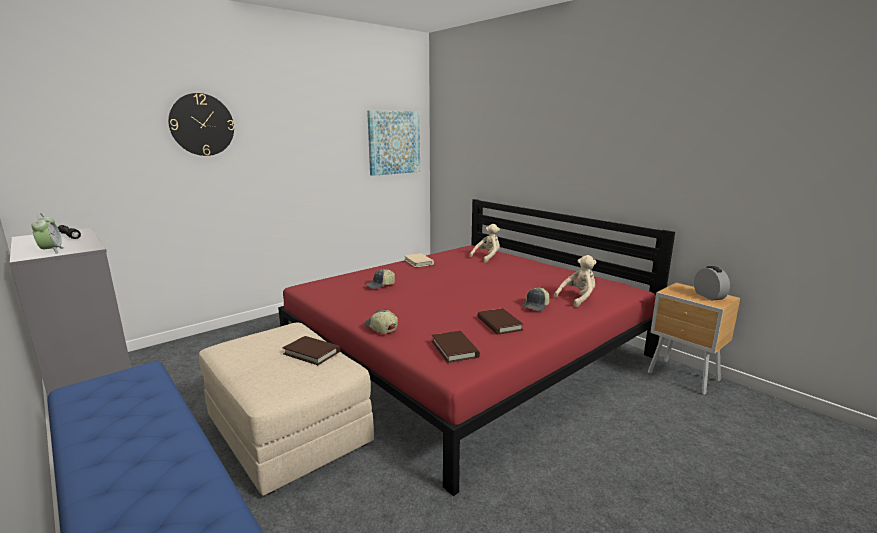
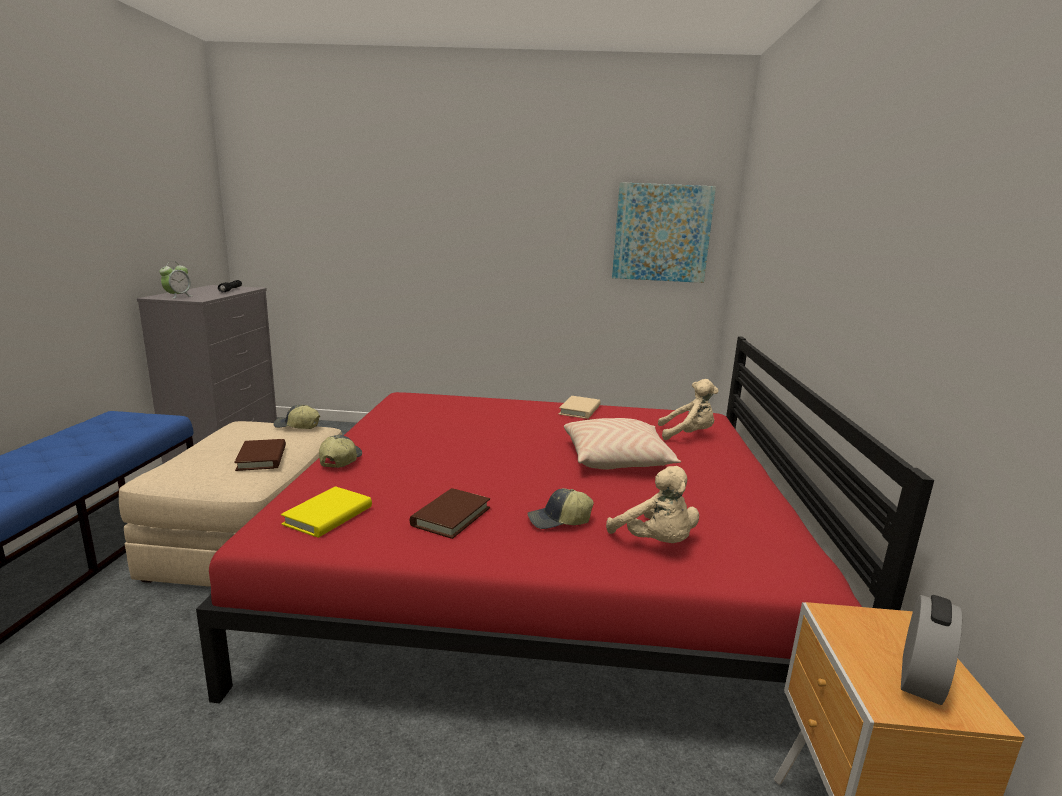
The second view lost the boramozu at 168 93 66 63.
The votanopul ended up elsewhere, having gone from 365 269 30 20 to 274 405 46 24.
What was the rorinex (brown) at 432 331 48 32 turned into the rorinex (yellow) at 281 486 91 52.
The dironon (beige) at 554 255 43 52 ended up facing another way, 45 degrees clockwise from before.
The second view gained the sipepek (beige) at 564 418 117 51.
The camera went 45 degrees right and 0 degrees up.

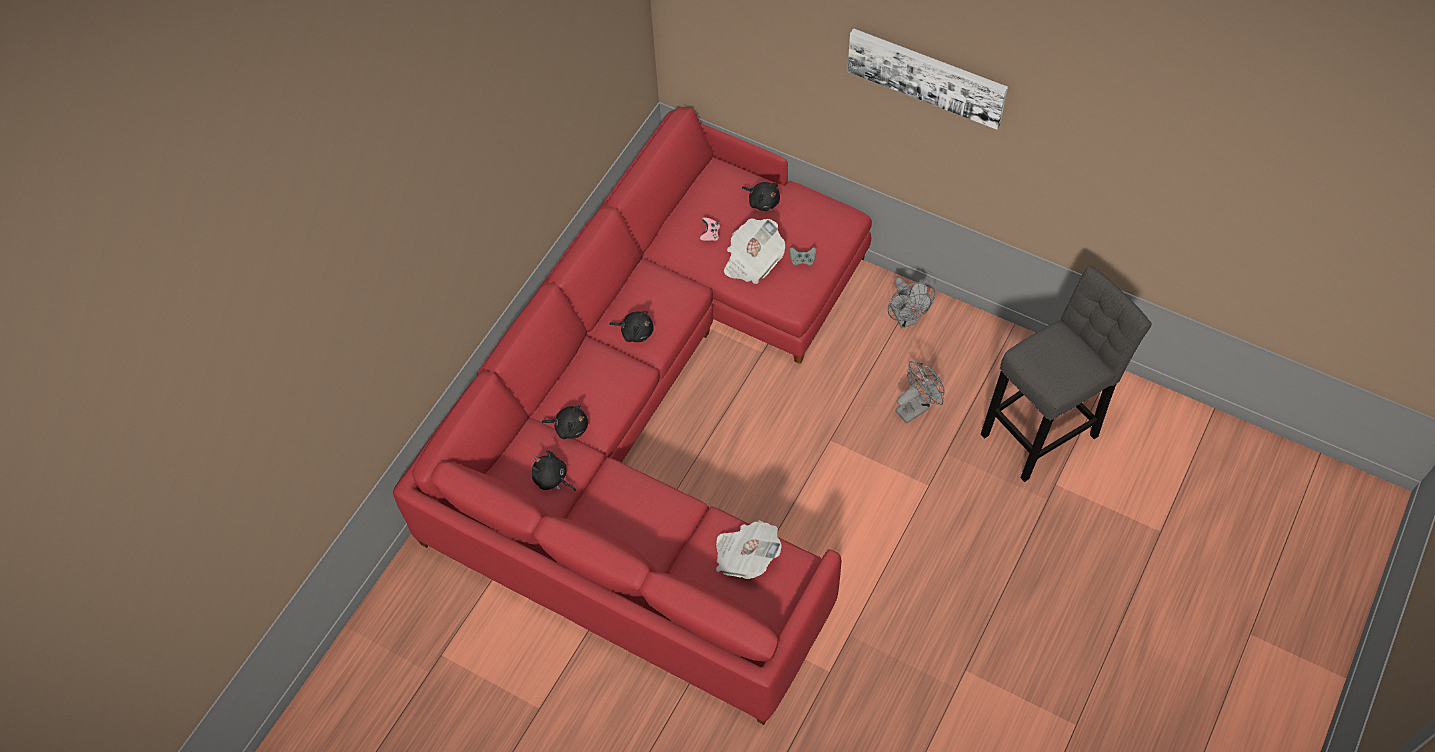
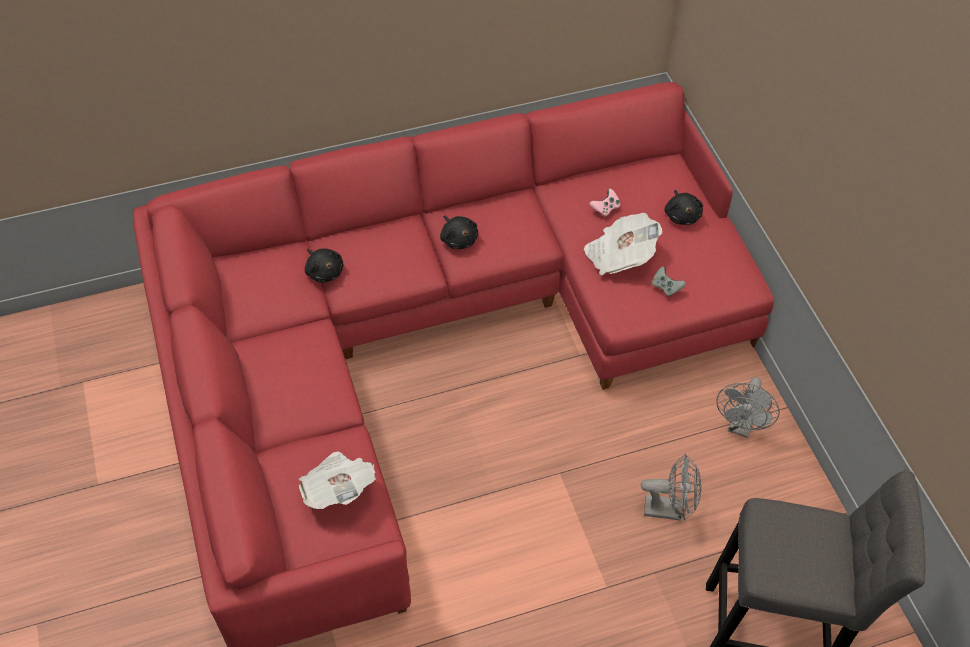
The second view lost the dironon (black) at 532 450 44 41.
The second view lost the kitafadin at 847 28 161 102.
The camera went 40 degrees right and 5 degrees down.

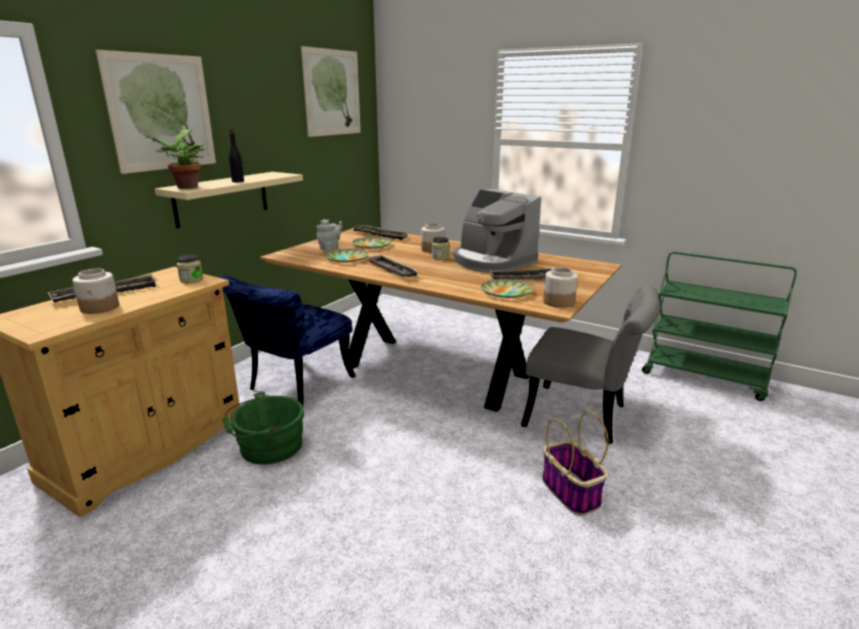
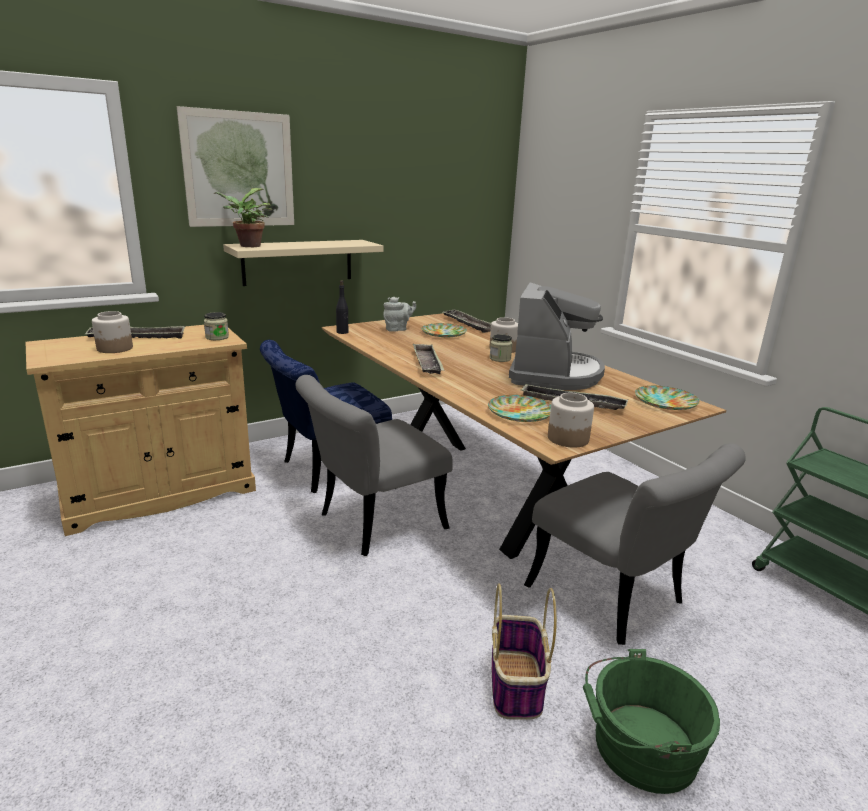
The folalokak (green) ended up elsewhere, having gone from 223 391 81 73 to 583 649 137 145.
The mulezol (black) ended up elsewhere, having gone from 229 128 15 55 to 336 280 12 54.
The second view lost the kitafadin at 301 46 60 91.
The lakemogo ended up elsewhere, having gone from 325 249 44 13 to 635 386 65 24.
The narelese at 453 189 88 84 ended up facing another way, 150 degrees counterclockwise from before.
The second view gained the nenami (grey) at 295 375 158 181.
The camera went 25 degrees right and 0 degrees up.

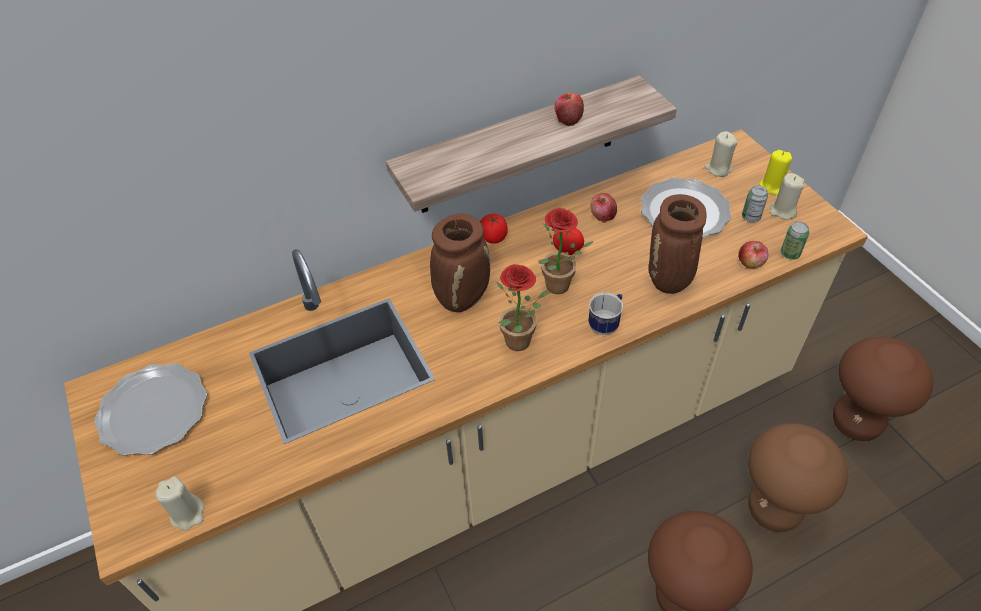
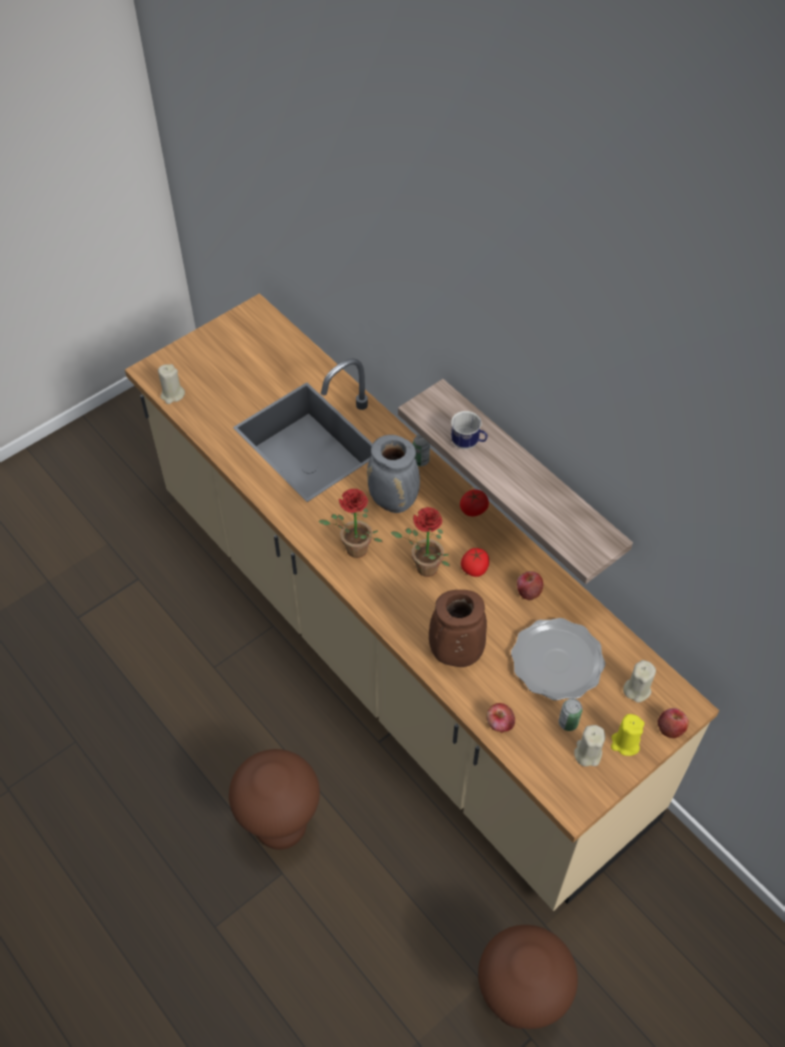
The second view lost the lakemogo at 94 364 113 92.
What was the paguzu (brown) at 430 213 60 99 turned into the paguzu (grey) at 367 435 53 78.
The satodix ended up elsewhere, having gone from 554 93 30 33 to 658 708 31 30.
The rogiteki ended up elsewhere, having gone from 588 292 35 43 to 451 411 37 38.
The second view lost the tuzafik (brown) at 748 423 100 109.
The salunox ended up elsewhere, having gone from 781 222 28 38 to 413 435 17 31.
The camera went 75 degrees right and 5 degrees up.

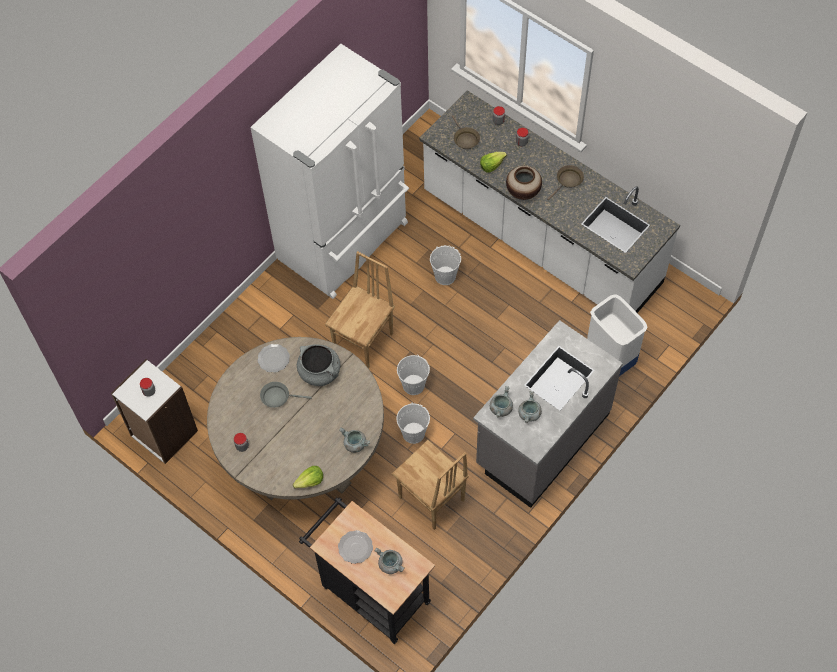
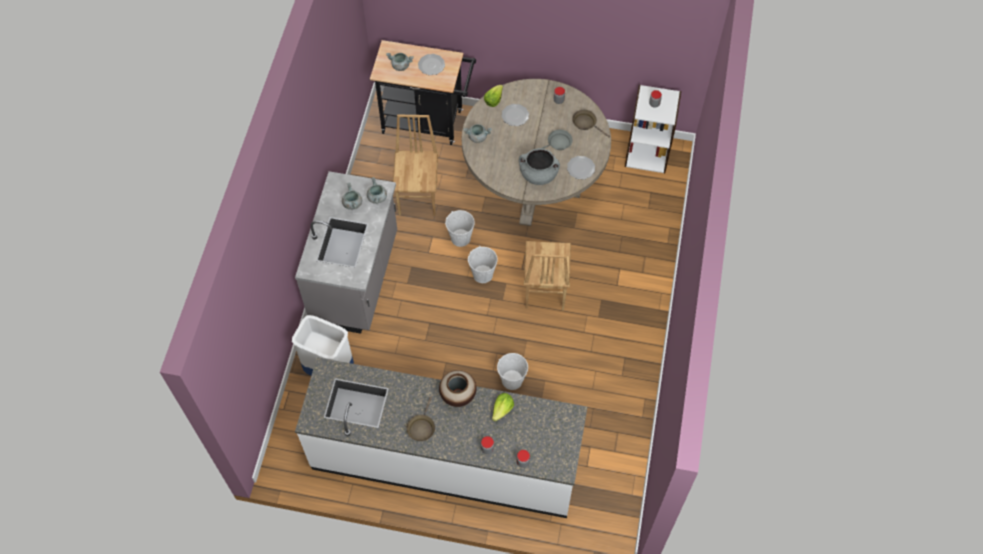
The second view lost the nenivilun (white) at 250 44 159 255.
The nenami (brown) at 392 440 77 90 ended up facing another way, 75 degrees clockwise from before.
The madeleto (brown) ended up elsewhere, having gone from 452 115 28 34 to 572 110 38 28.
The second view gained the lakemogo at 502 104 27 22.
The camera went 150 degrees right and 0 degrees up.

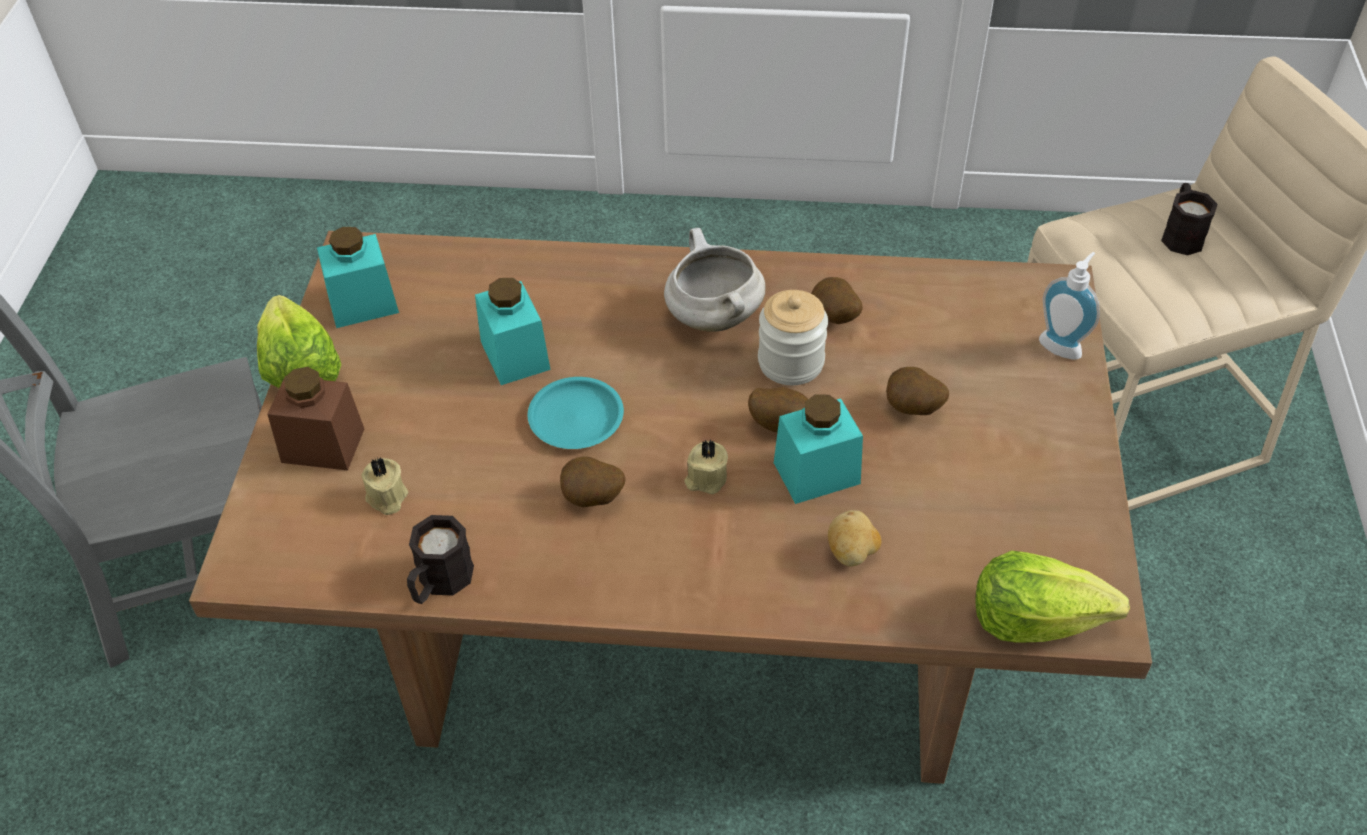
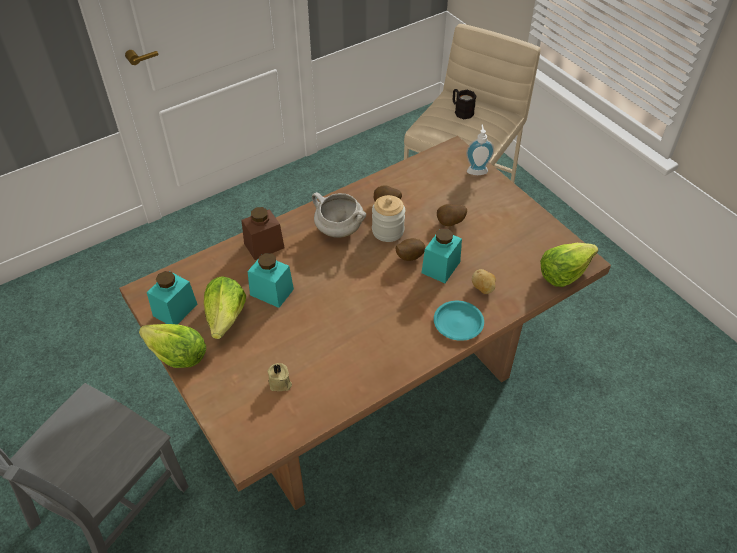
The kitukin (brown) ended up elsewhere, having gone from 267 367 97 103 to 241 207 43 53.
The second view lost the rogiteki (black) at 407 515 67 89.
The lakemogo (turquoise) ended up elsewhere, having gone from 527 377 97 72 to 434 301 50 40.
The second view lost the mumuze at 560 456 65 51.
The second view lost the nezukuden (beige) at 684 440 44 54.
The second view gained the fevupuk at 204 276 42 63.
The camera went 40 degrees left and 0 degrees up.

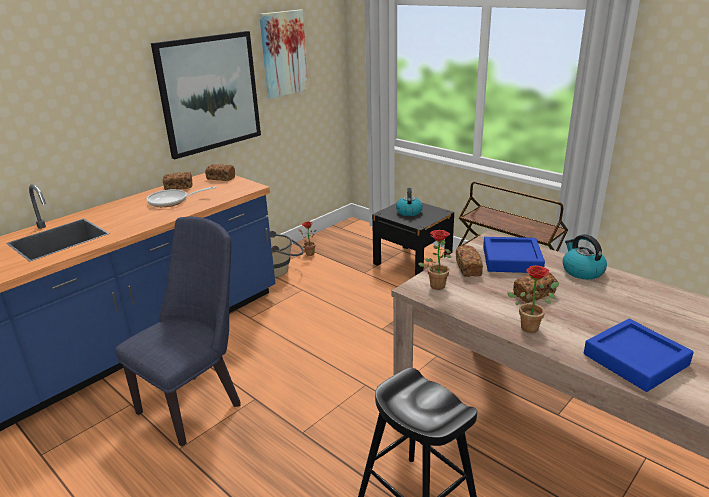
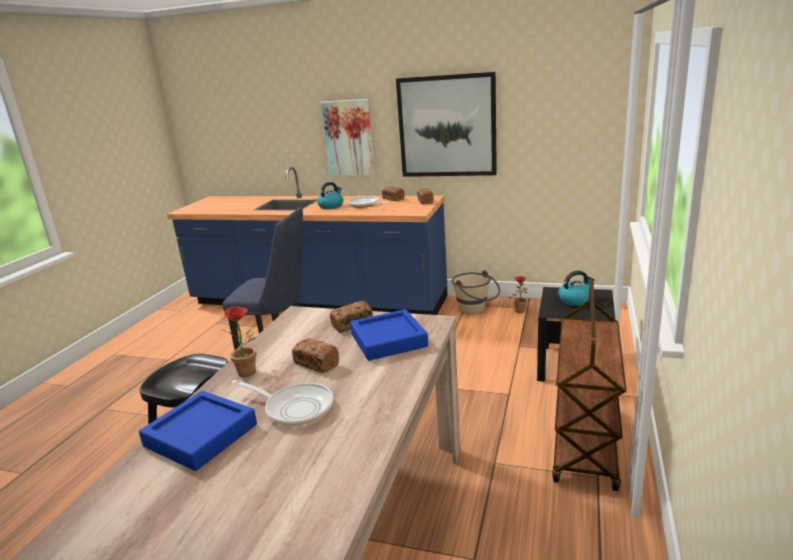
The kitafadin ended up elsewhere, having gone from 259 10 49 89 to 321 99 54 77.
The second view lost the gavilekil at 418 230 33 60.
The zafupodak ended up elsewhere, having gone from 563 234 44 45 to 317 182 26 27.
The second view gained the madeleto at 231 380 102 46.
The camera went 65 degrees right and 5 degrees down.

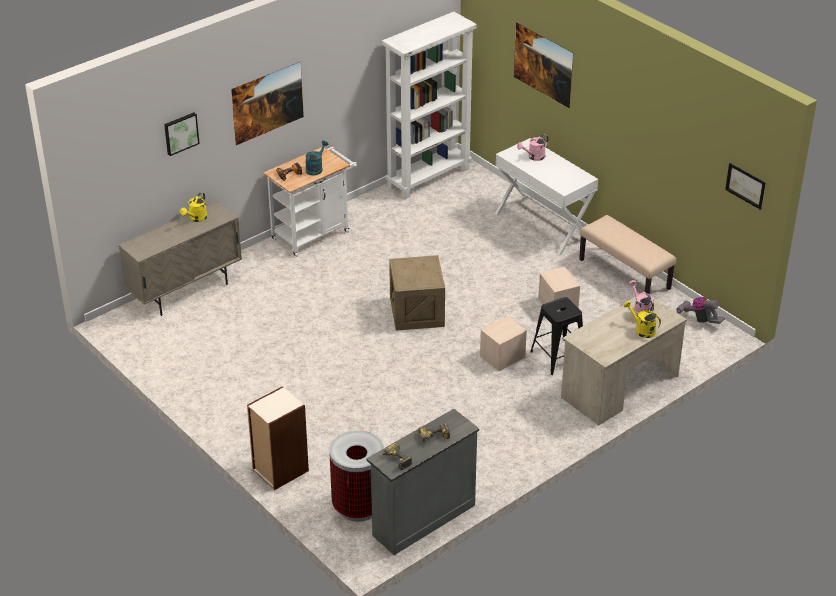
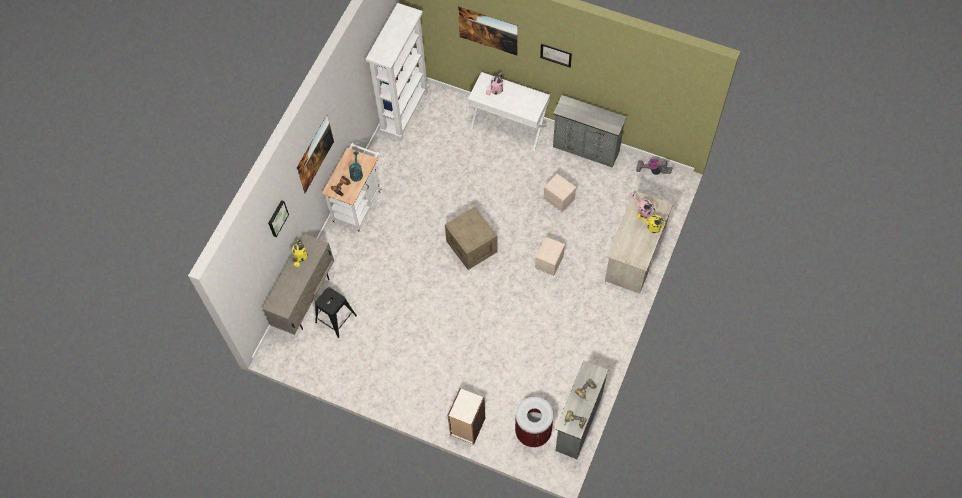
The tuzafik (black) ended up elsewhere, having gone from 530 297 53 78 to 315 287 42 51.
Where the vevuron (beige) stood at 579 215 97 79, the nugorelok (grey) came to stand at 553 95 74 73.
The kitafadin ended up elsewhere, having gone from 725 163 40 47 to 540 44 32 24.
The camera went 25 degrees left and 25 degrees up.

